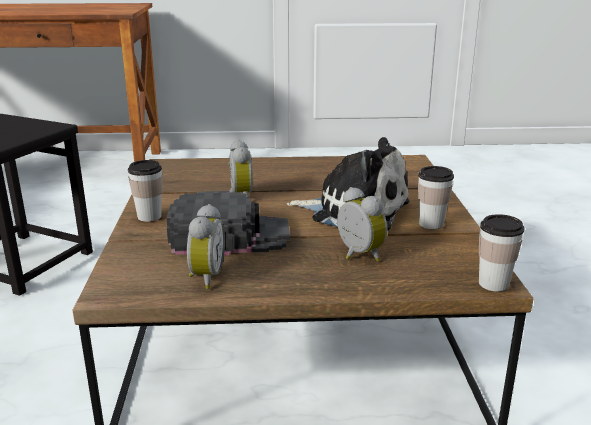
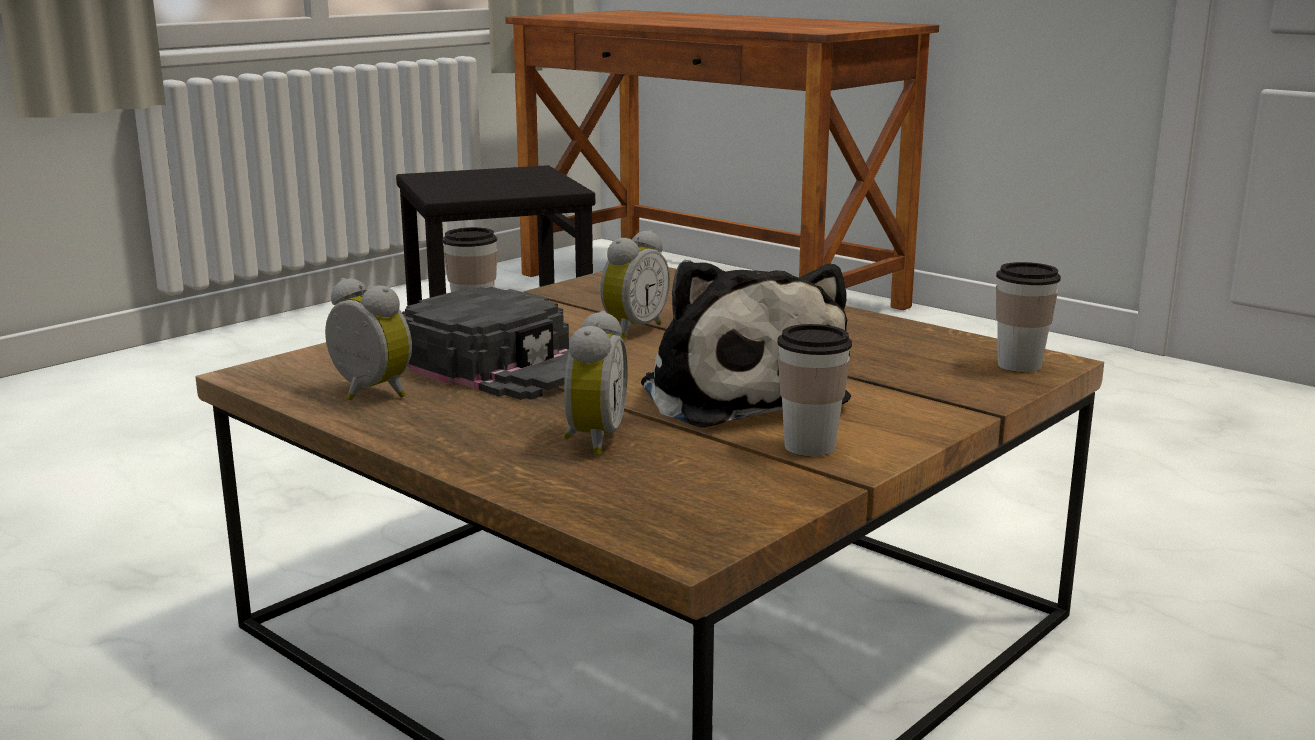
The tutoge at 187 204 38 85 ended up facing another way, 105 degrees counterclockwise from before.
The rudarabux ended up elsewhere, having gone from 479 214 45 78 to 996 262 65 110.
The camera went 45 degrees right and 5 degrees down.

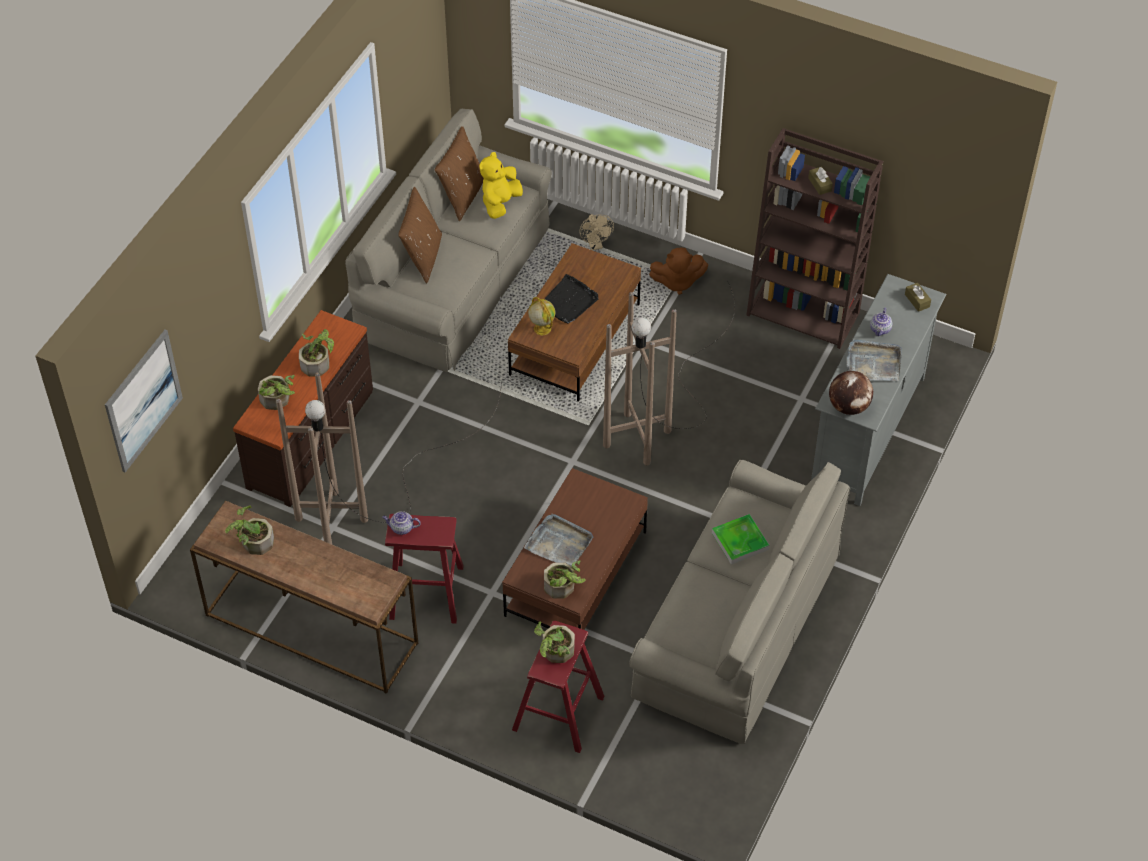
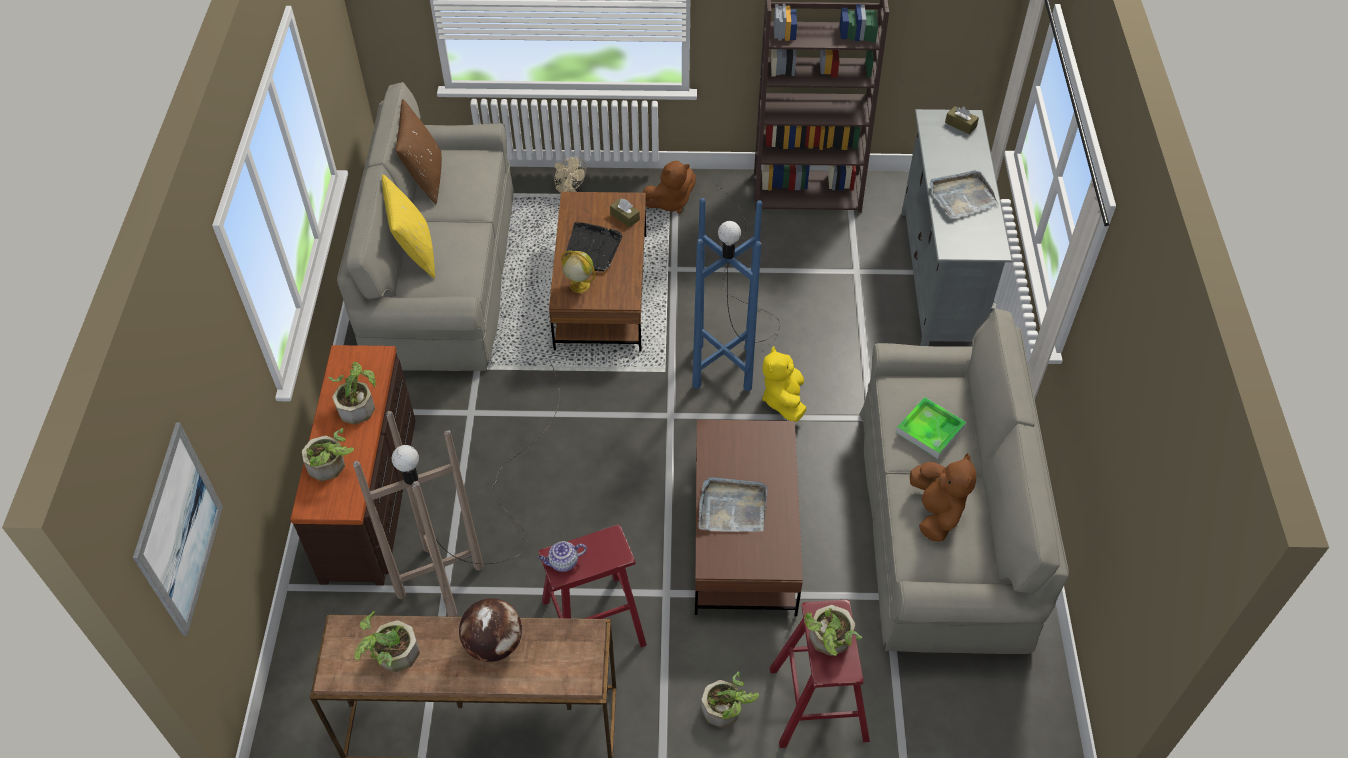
What was the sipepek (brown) at 398 186 44 97 turned into the sipepek (yellow) at 382 174 53 105.
The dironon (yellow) ended up elsewhere, having gone from 479 152 44 67 to 762 346 44 76.
The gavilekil ended up elsewhere, having gone from 544 560 42 39 to 701 671 58 57.
What was the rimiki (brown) at 603 280 132 186 turned into the rimiki (blue) at 692 184 88 207.
The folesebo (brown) ended up elsewhere, having gone from 808 167 25 28 to 610 198 30 29.
The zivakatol ended up elsewhere, having gone from 829 371 44 44 to 459 598 63 64.
The second view lost the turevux at 870 307 22 29.
The second view gained the dironon (brown) at 910 453 66 89.
The camera went 25 degrees left and 0 degrees up.

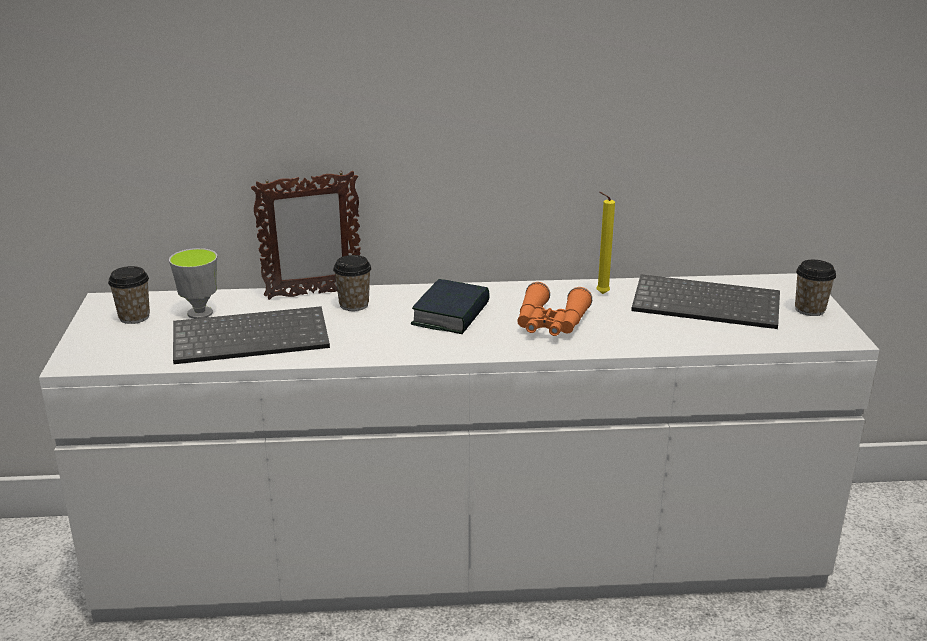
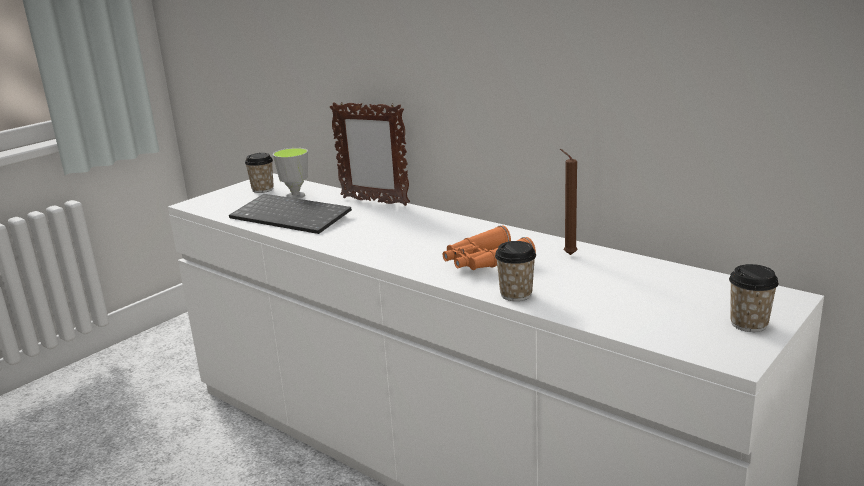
The rudarabux ended up elsewhere, having gone from 333 255 39 56 to 495 241 41 60.
The second view lost the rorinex at 411 279 79 55.
What was the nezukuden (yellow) at 597 192 18 102 turned into the nezukuden (brown) at 560 149 17 106.
The second view lost the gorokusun at 631 274 149 55.
The camera went 45 degrees right and 5 degrees down.

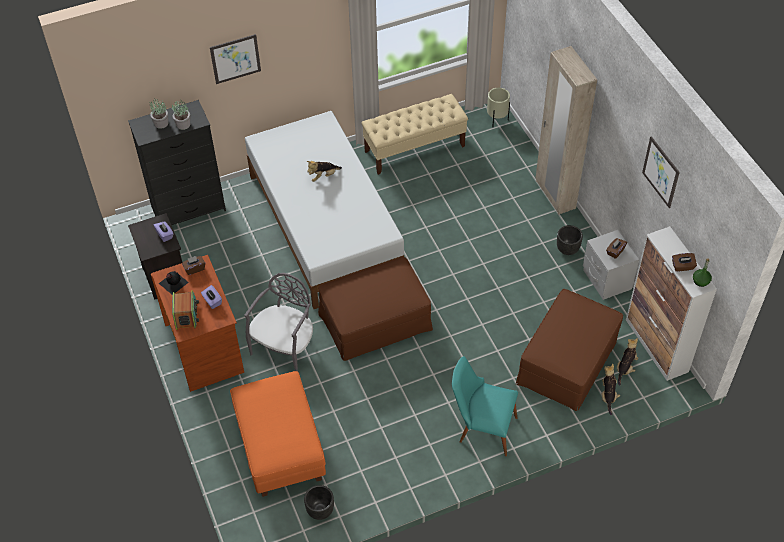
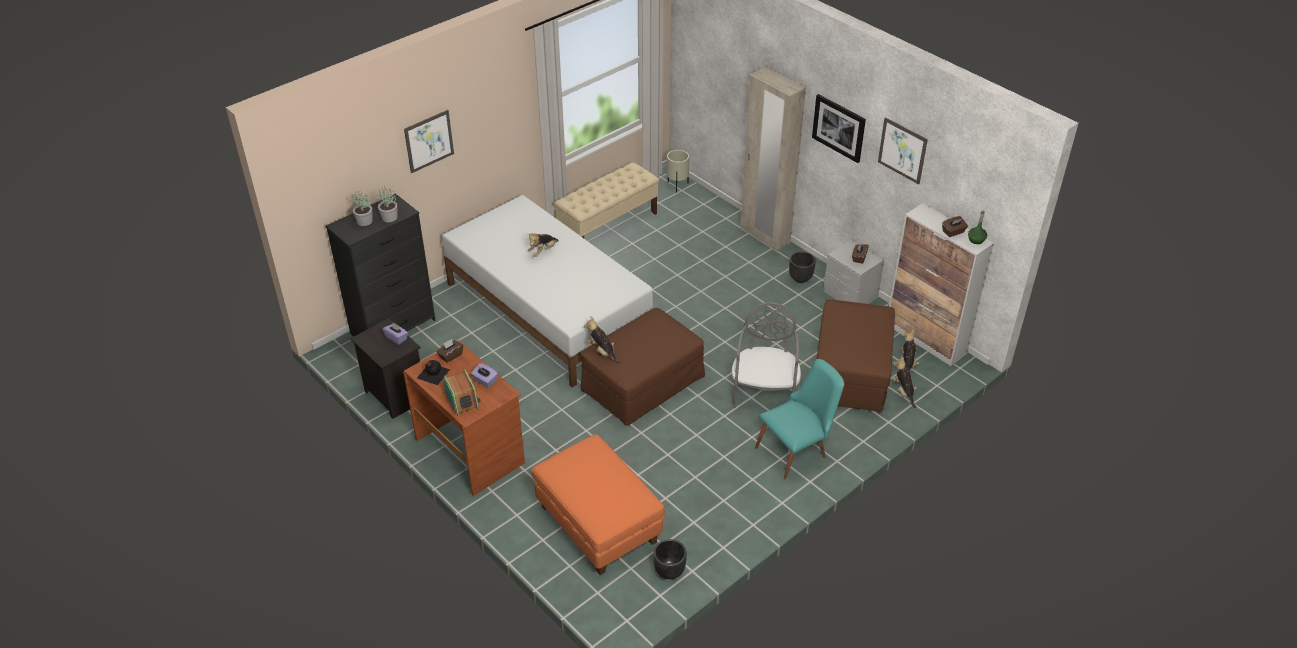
The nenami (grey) ended up elsewhere, having gone from 244 273 69 99 to 732 302 69 106.
The nenami (turquoise) at 452 356 66 100 ended up facing another way, 150 degrees clockwise from before.
The second view gained the dironon at 584 316 36 48.
The second view gained the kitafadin at 812 94 54 69.
The camera went 20 degrees left and 10 degrees down.

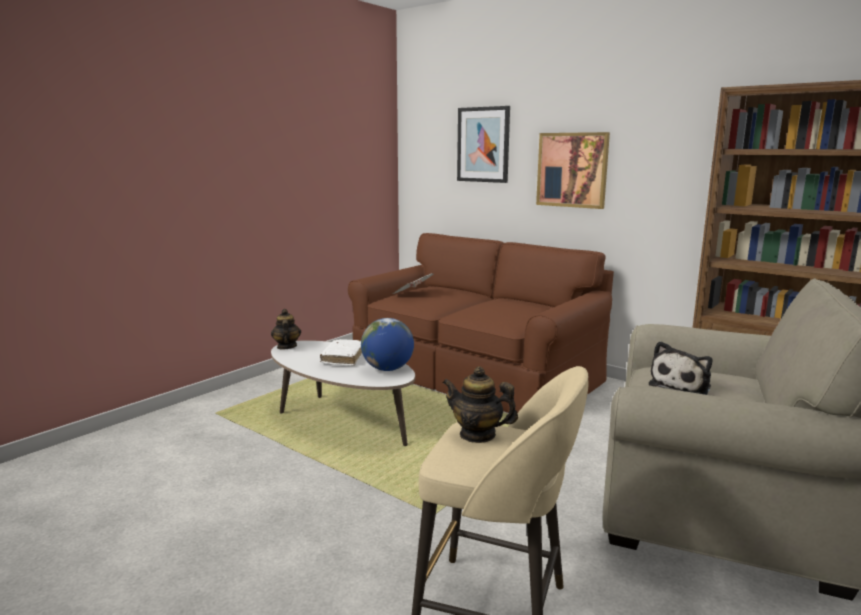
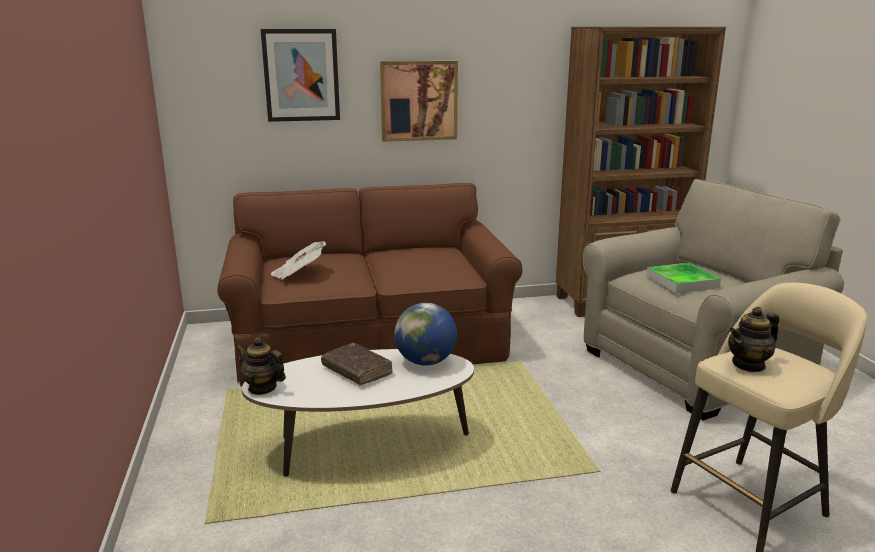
What was the rorinex (white) at 320 339 42 27 turned into the rorinex (brown) at 321 343 72 42.
Where the dironon stood at 649 341 63 54, the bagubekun came to stand at 646 263 75 30.
The camera went 50 degrees left and 5 degrees up.

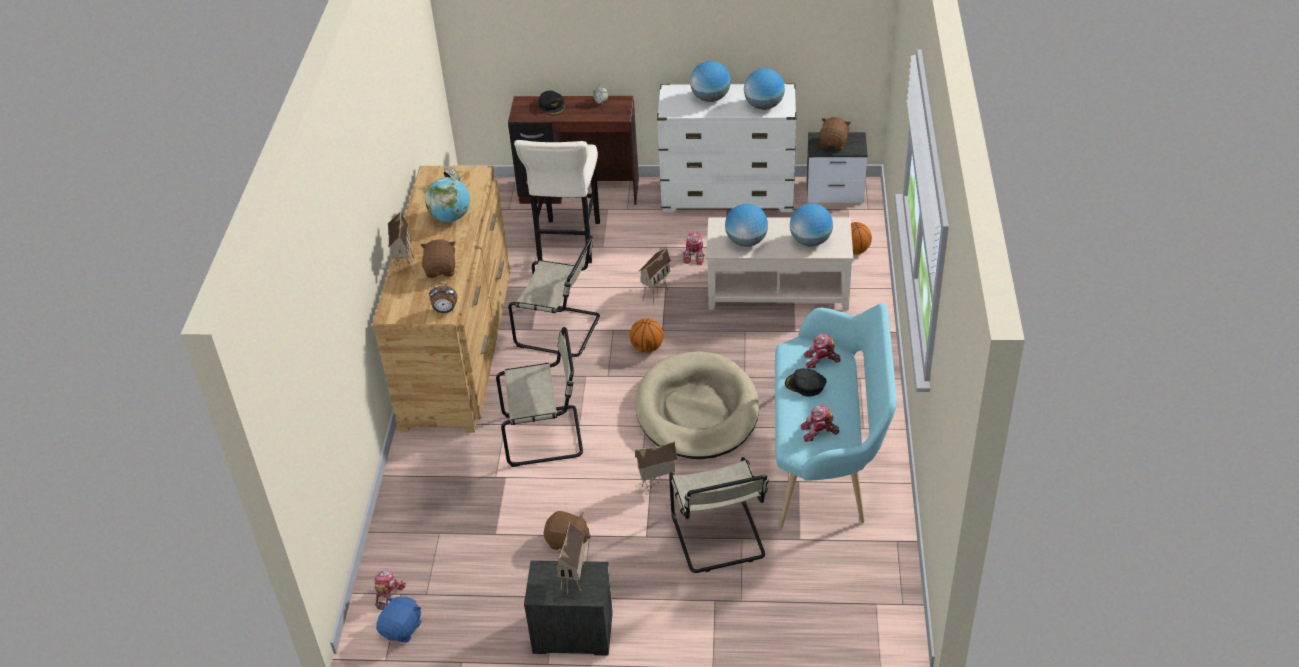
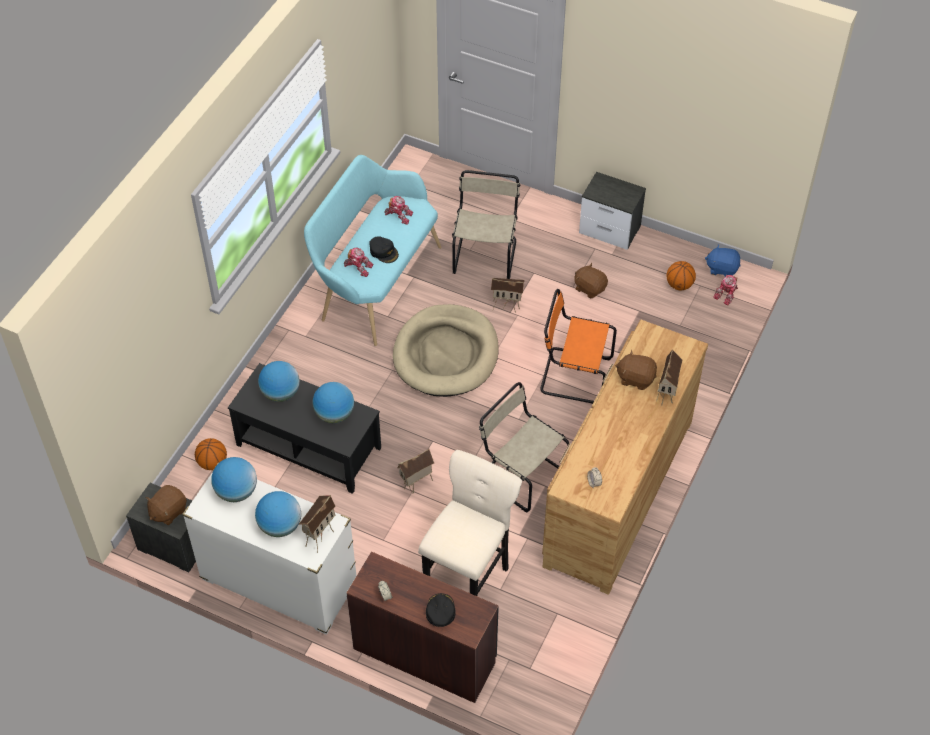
The dironon (blue) at 376 596 46 47 ended up facing another way, 60 degrees clockwise from before.
The dironon (brown) at 420 239 36 39 ended up facing another way, 90 degrees clockwise from before.
The second view lost the zivakatol at 425 177 45 45.
The second view lost the tutoge at 429 283 28 30.
What was the nenami (beige) at 496 327 87 140 turned into the nenami (orange) at 540 289 77 115.
The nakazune ended up elsewhere, having gone from 555 522 30 73 to 299 495 36 58.
The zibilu ended up elsewhere, having gone from 630 318 34 35 to 666 261 30 29.
The second view lost the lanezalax at 683 232 22 33.
What was the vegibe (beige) at 706 218 147 92 turned into the vegibe (black) at 228 363 153 131.
The camera went 160 degrees left and 10 degrees up.

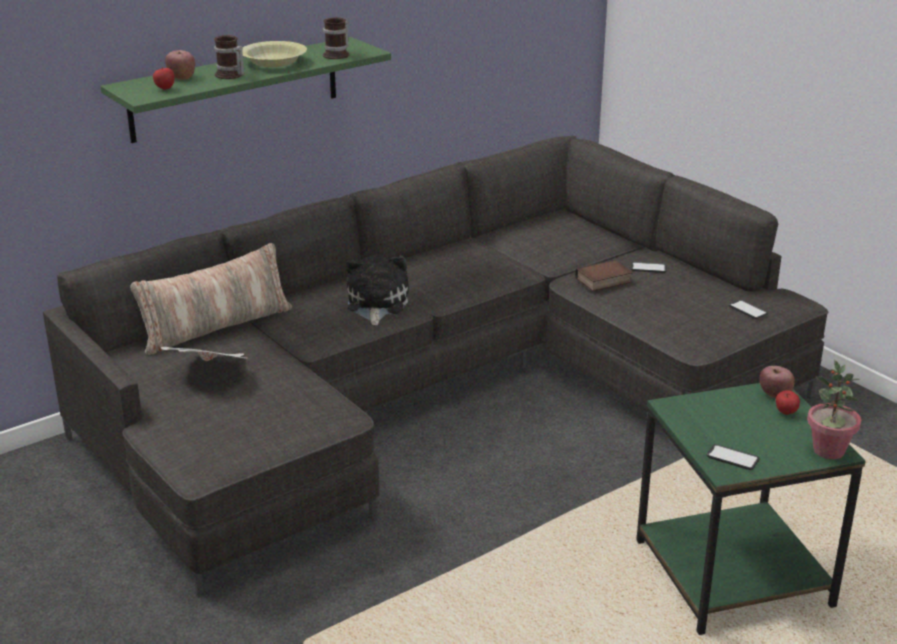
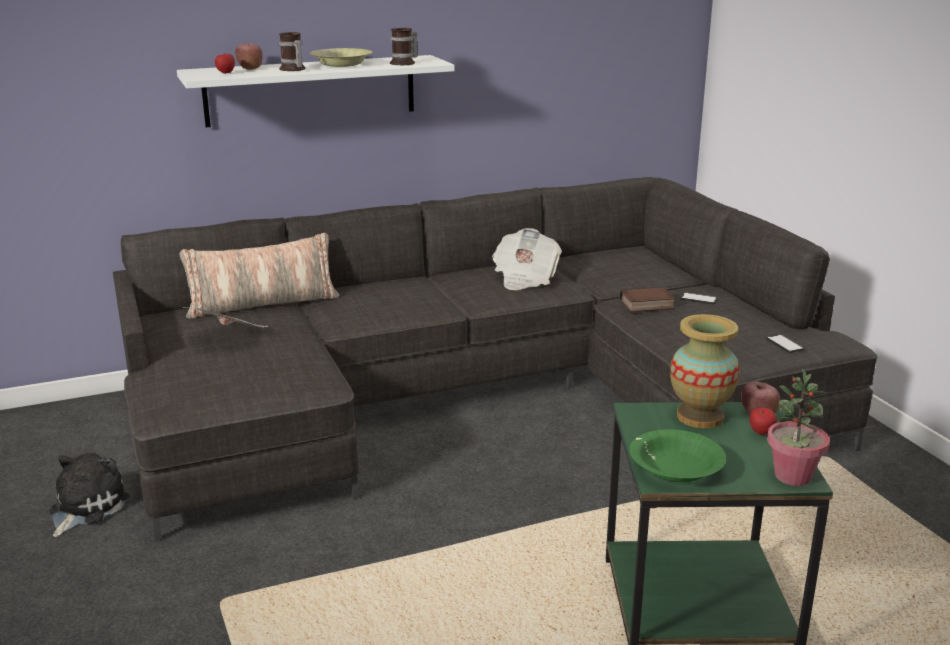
What was the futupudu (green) at 100 37 291 106 turned into the futupudu (white) at 177 55 278 72.
The dironon ended up elsewhere, having gone from 346 255 63 70 to 49 453 81 84.
Where the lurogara stood at 706 444 54 26, the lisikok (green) came to stand at 630 429 96 53.
The second view gained the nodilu at 492 228 70 62.
The second view gained the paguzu at 670 314 70 114.
The camera went 15 degrees right and 5 degrees down.

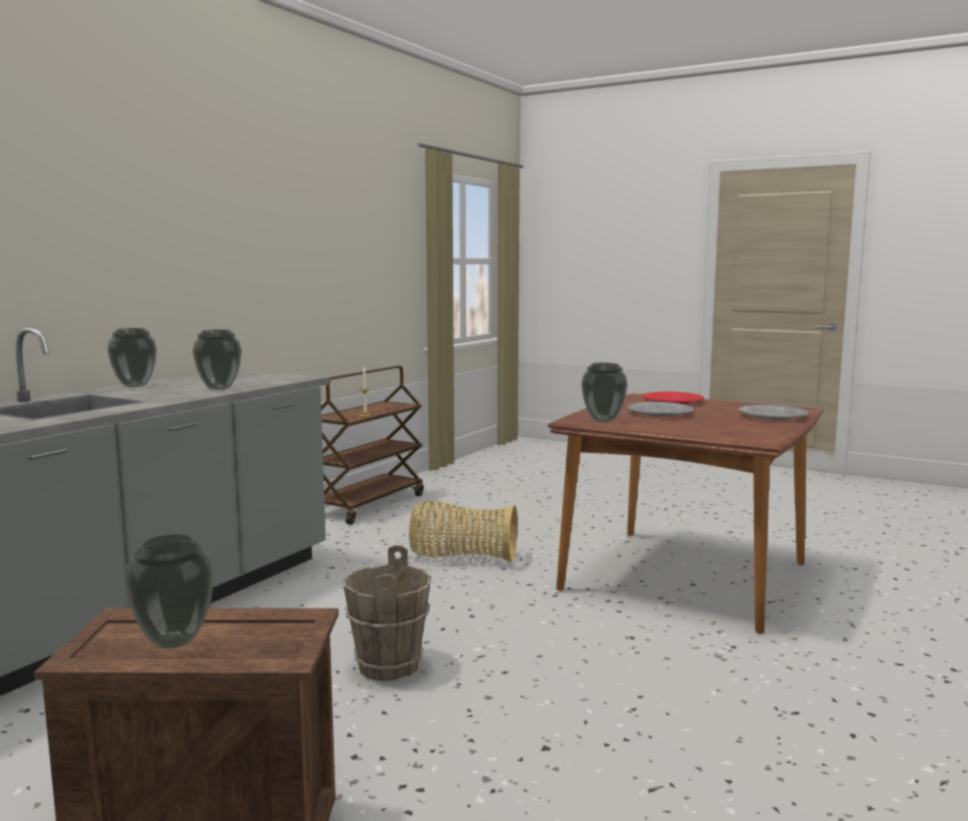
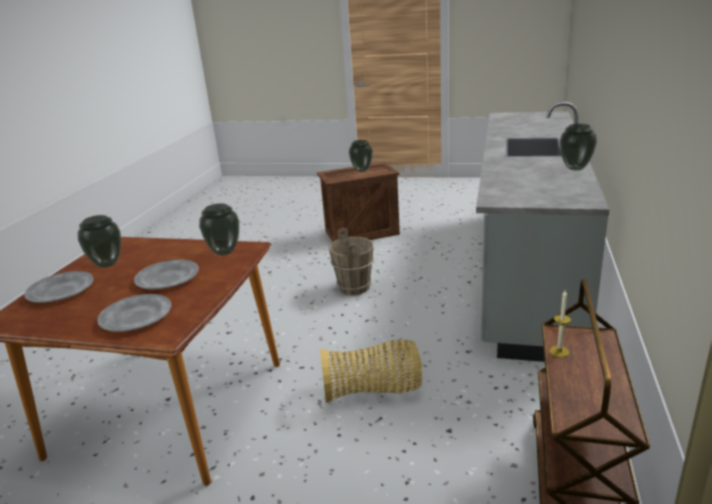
The paguzu ended up elsewhere, having gone from 193 329 49 61 to 78 215 43 53.
What was the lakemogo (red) at 643 392 61 12 turned into the lakemogo (grey) at 97 294 74 38.
The camera went 165 degrees right and 15 degrees up.

